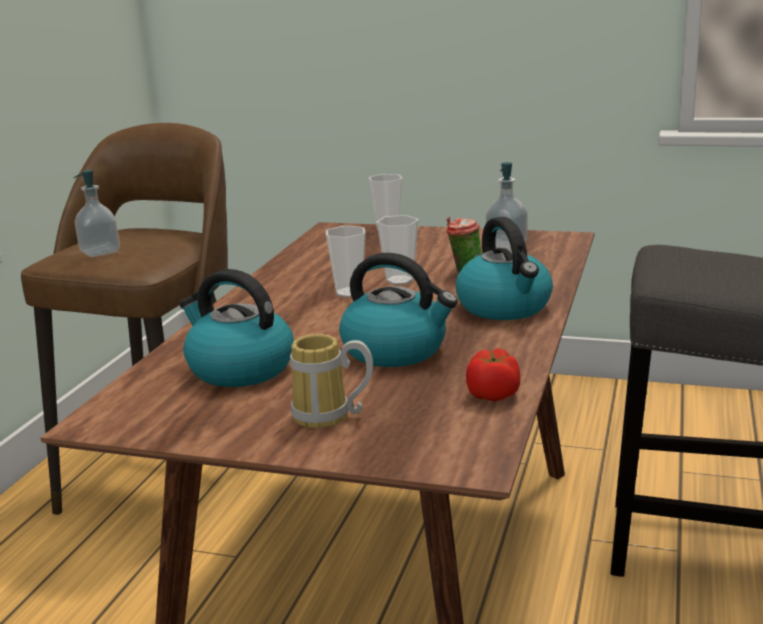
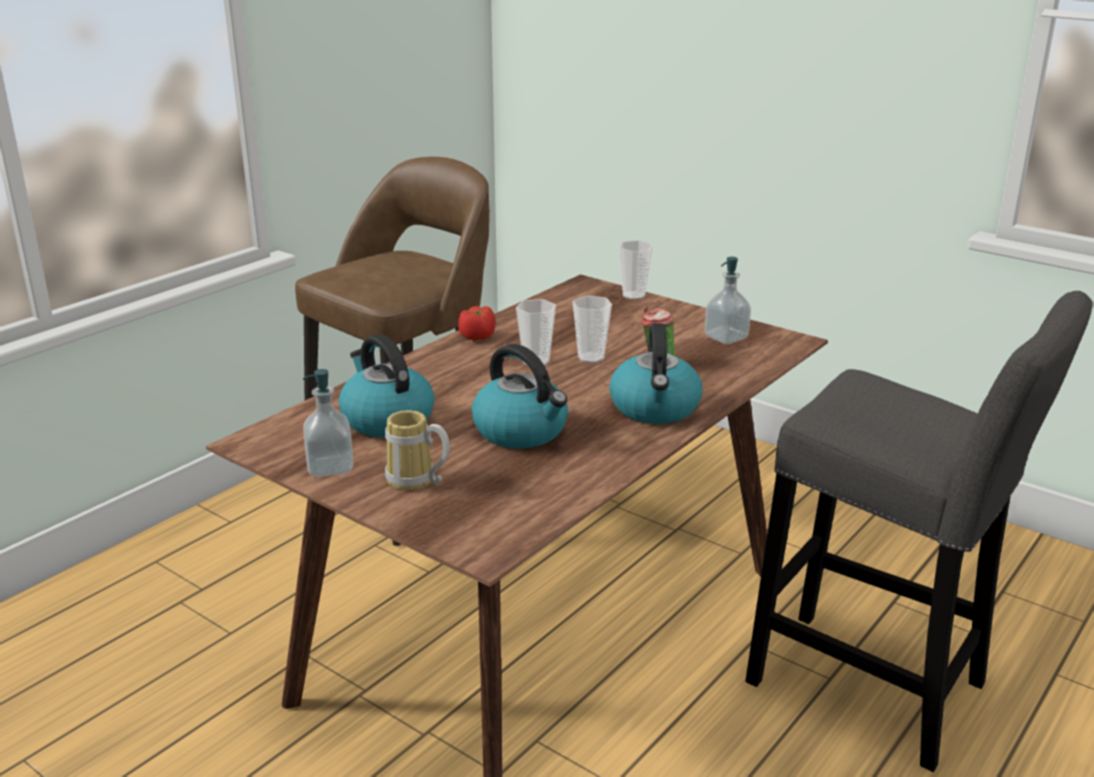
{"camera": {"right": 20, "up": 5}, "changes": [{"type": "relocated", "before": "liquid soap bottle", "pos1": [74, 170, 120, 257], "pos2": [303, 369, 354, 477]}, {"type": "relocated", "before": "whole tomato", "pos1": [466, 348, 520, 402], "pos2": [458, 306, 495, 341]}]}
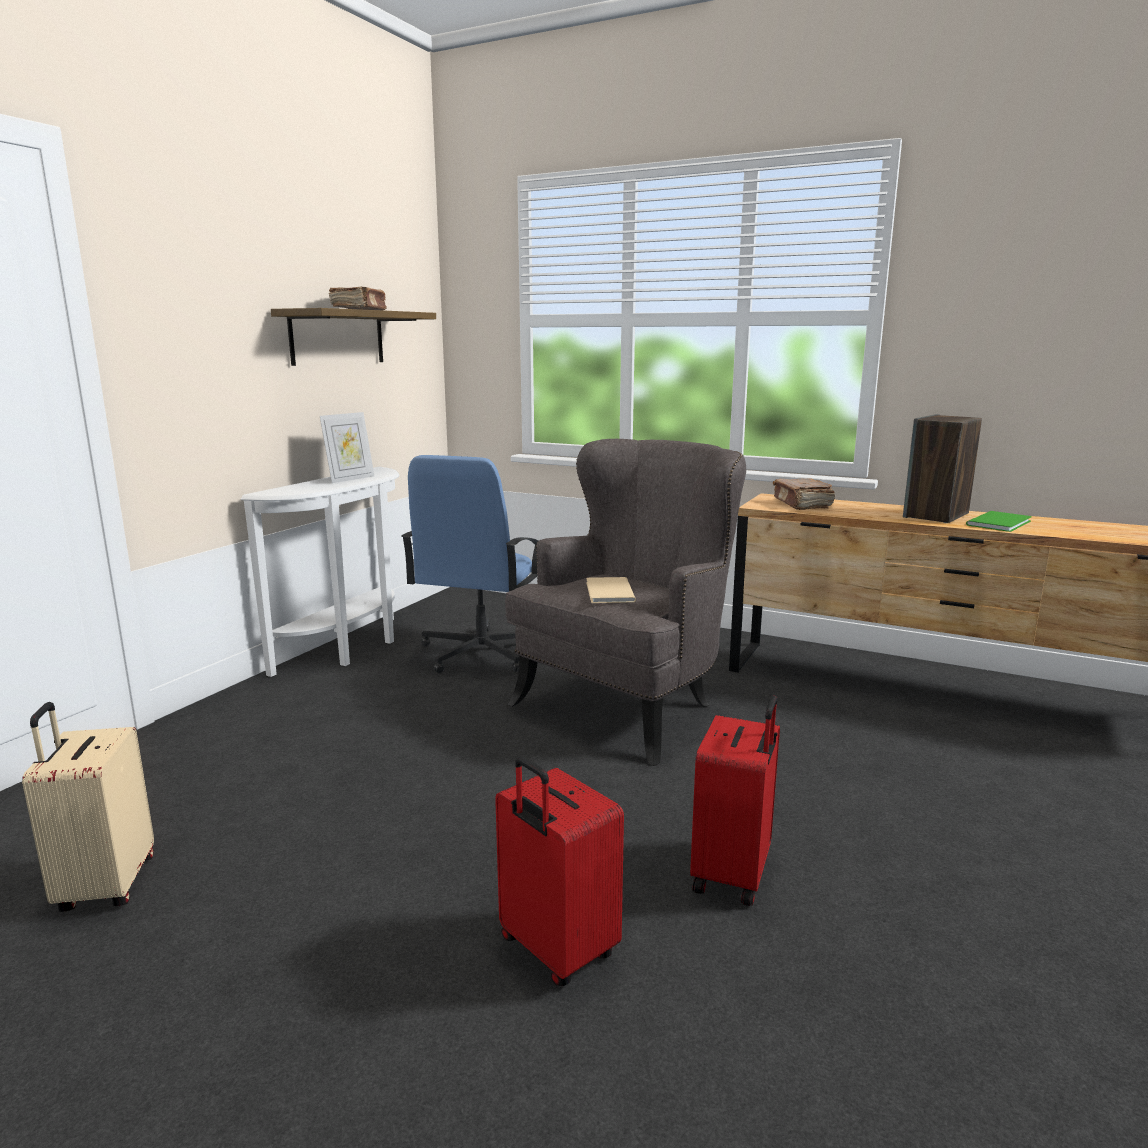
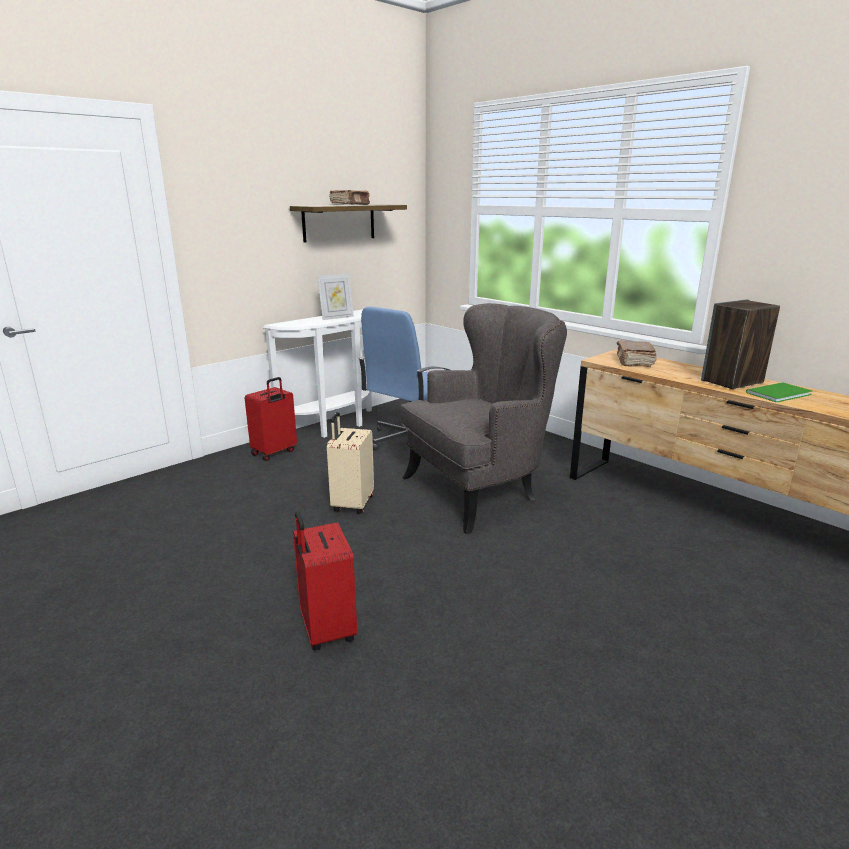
{"camera": {"right": 20, "up": 5}, "changes": [{"type": "missing", "before": "bound book in sand-coloured", "pos1": [586, 577, 636, 603]}, {"type": "relocated", "before": "suitcase in reddish", "pos1": [690, 696, 780, 906], "pos2": [245, 377, 297, 461]}, {"type": "relocated", "before": "suitcase in sand-coloured", "pos1": [22, 702, 154, 912], "pos2": [327, 412, 374, 514]}]}
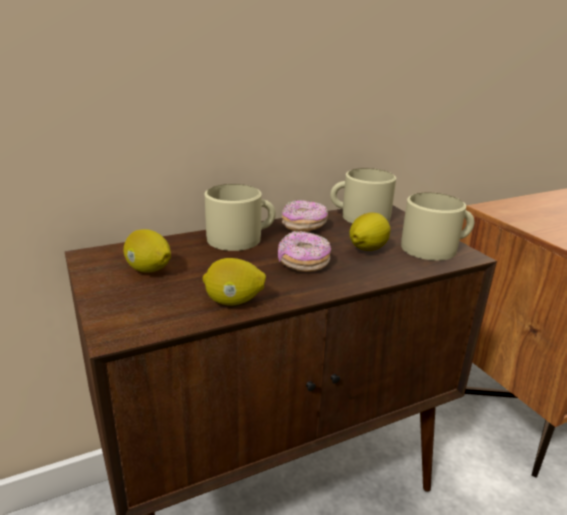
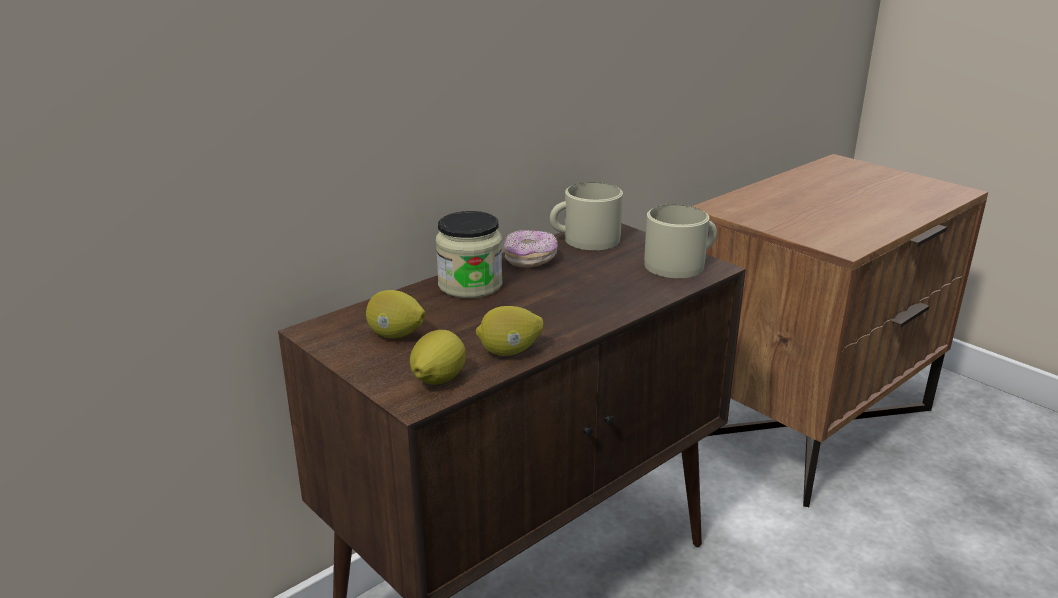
{"camera": {"right": -15, "up": 0}, "changes": [{"type": "exchanged", "before": "mug in sand-coloured", "after": "storage jar", "pos1": [205, 184, 276, 251], "pos2": [436, 211, 502, 298]}, {"type": "relocated", "before": "whole lemon", "pos1": [350, 213, 391, 251], "pos2": [410, 330, 465, 384]}, {"type": "missing", "before": "donut", "pos1": [278, 231, 331, 272]}]}
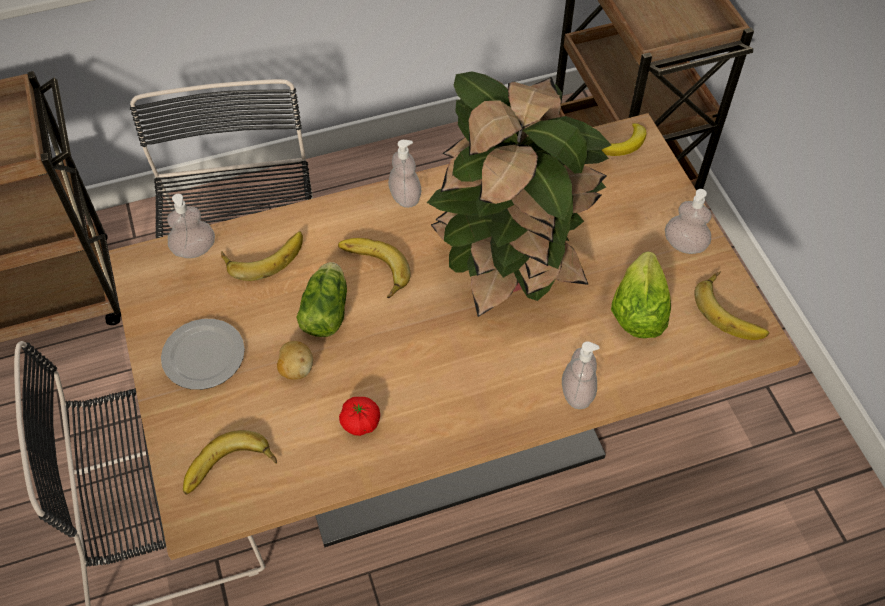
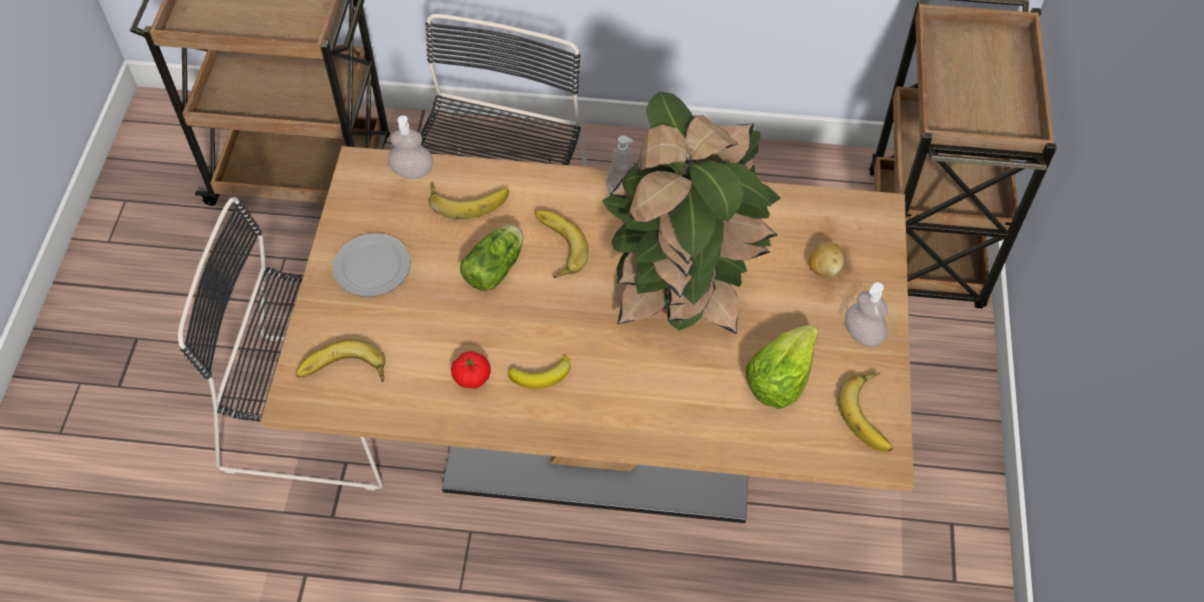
{"camera": {"right": 25, "up": 0}, "changes": [{"type": "relocated", "before": "banana fruit", "pos1": [602, 123, 646, 156], "pos2": [508, 355, 571, 389]}, {"type": "relocated", "before": "spud", "pos1": [277, 341, 313, 380], "pos2": [809, 241, 845, 277]}, {"type": "missing", "before": "liquid soap bottle", "pos1": [562, 341, 600, 409]}]}
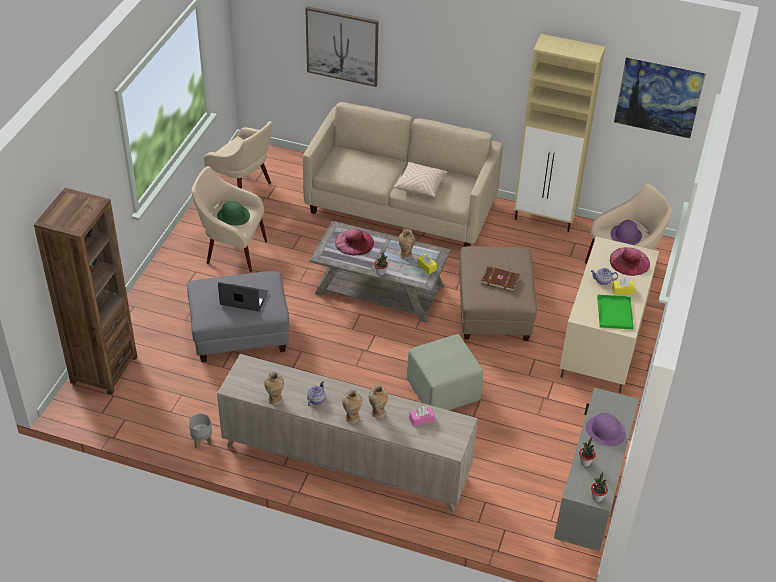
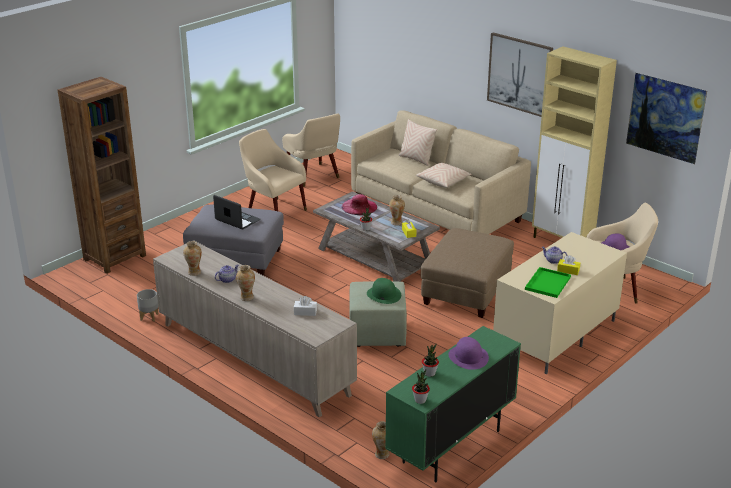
{"camera": {"right": 25, "up": -15}, "changes": [{"type": "relocated", "before": "picture", "pos1": [305, 6, 379, 87], "pos2": [487, 33, 553, 117]}, {"type": "relocated", "before": "hat in green", "pos1": [217, 201, 250, 226], "pos2": [367, 278, 401, 304]}, {"type": "missing", "before": "hat in pink", "pos1": [610, 247, 650, 276]}, {"type": "missing", "before": "bound book in brown-coloured", "pos1": [481, 266, 520, 292]}, {"type": "relocated", "before": "vase", "pos1": [368, 385, 388, 419], "pos2": [372, 421, 390, 459]}, {"type": "colour", "before": "cupboard in gray", "after": "cupboard in green", "pos1": [554, 387, 639, 552], "pos2": [385, 326, 521, 482]}, {"type": "colour", "before": "tissue box in pink", "after": "tissue box in whitish", "pos1": [409, 406, 435, 427], "pos2": [294, 296, 317, 316]}, {"type": "appeared", "after": "pillow in sand-coloured", "pos2": [399, 119, 437, 166]}]}
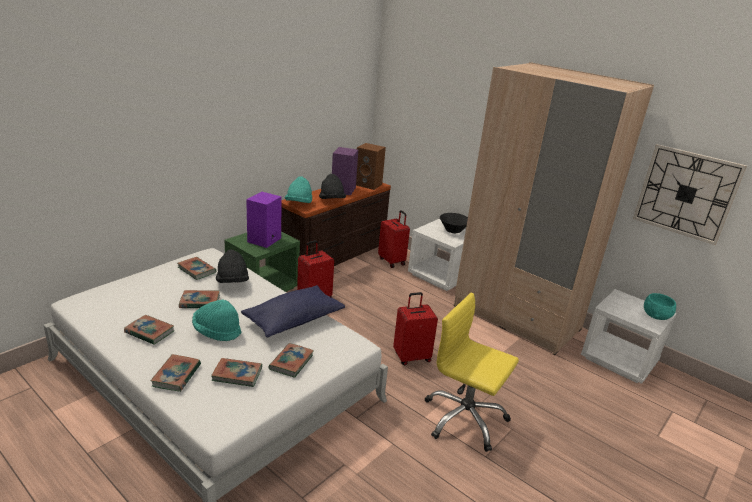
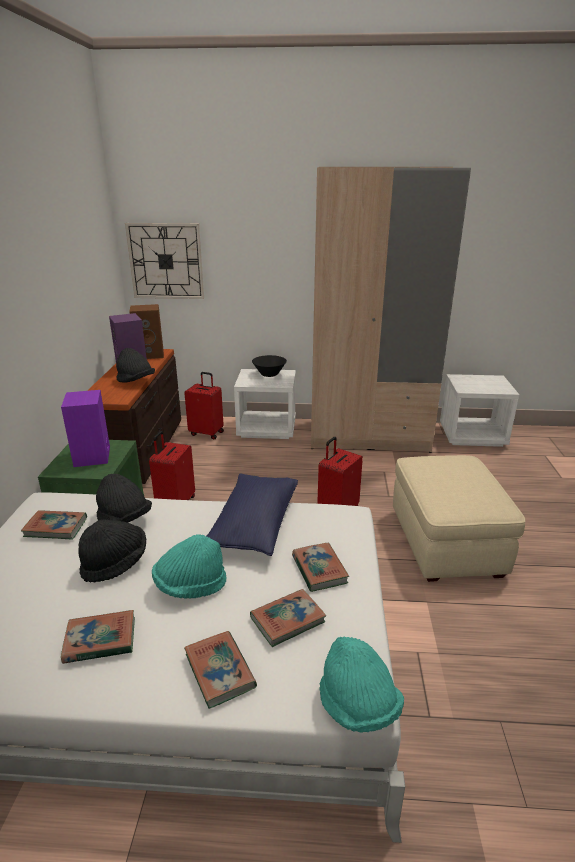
{"camera": {"right": -35, "up": 0}, "changes": [{"type": "relocated", "before": "clock on the wall", "pos1": [633, 144, 747, 245], "pos2": [125, 223, 204, 299]}, {"type": "relocated", "before": "hat in turquoise", "pos1": [285, 176, 312, 203], "pos2": [320, 636, 404, 733]}, {"type": "exchanged", "before": "bound book", "after": "hat in black", "pos1": [179, 290, 220, 308], "pos2": [78, 519, 146, 583]}, {"type": "exchanged", "before": "office chair in yellowish", "after": "pouffe in sand-coloured", "pos1": [425, 292, 519, 452], "pos2": [393, 455, 526, 582]}, {"type": "missing", "before": "deep dish in turquoise", "pos1": [644, 293, 676, 320]}]}
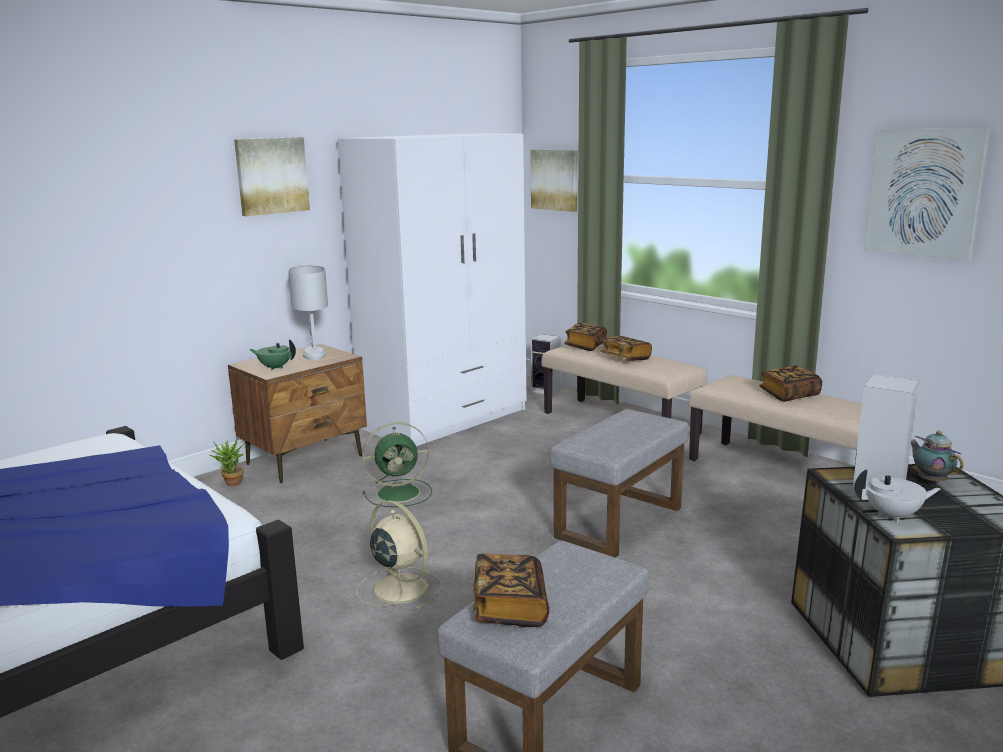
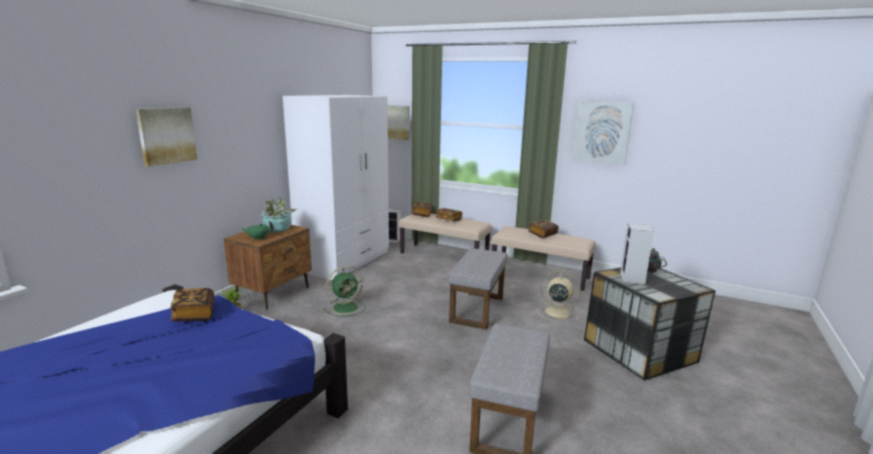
{"camera": {"right": -20, "up": 0}, "changes": [{"type": "relocated", "before": "picture", "pos1": [234, 137, 310, 216], "pos2": [135, 107, 197, 167]}, {"type": "exchanged", "before": "tabletop lamp in whitish", "after": "potted plant", "pos1": [288, 265, 328, 360], "pos2": [259, 197, 297, 233]}, {"type": "missing", "before": "pot for tea in whitish", "pos1": [855, 469, 941, 522]}, {"type": "relocated", "before": "electric fan in sand-coloured", "pos1": [356, 500, 442, 611], "pos2": [537, 271, 581, 320]}, {"type": "relocated", "before": "bound book", "pos1": [473, 553, 549, 627], "pos2": [170, 288, 214, 321]}]}
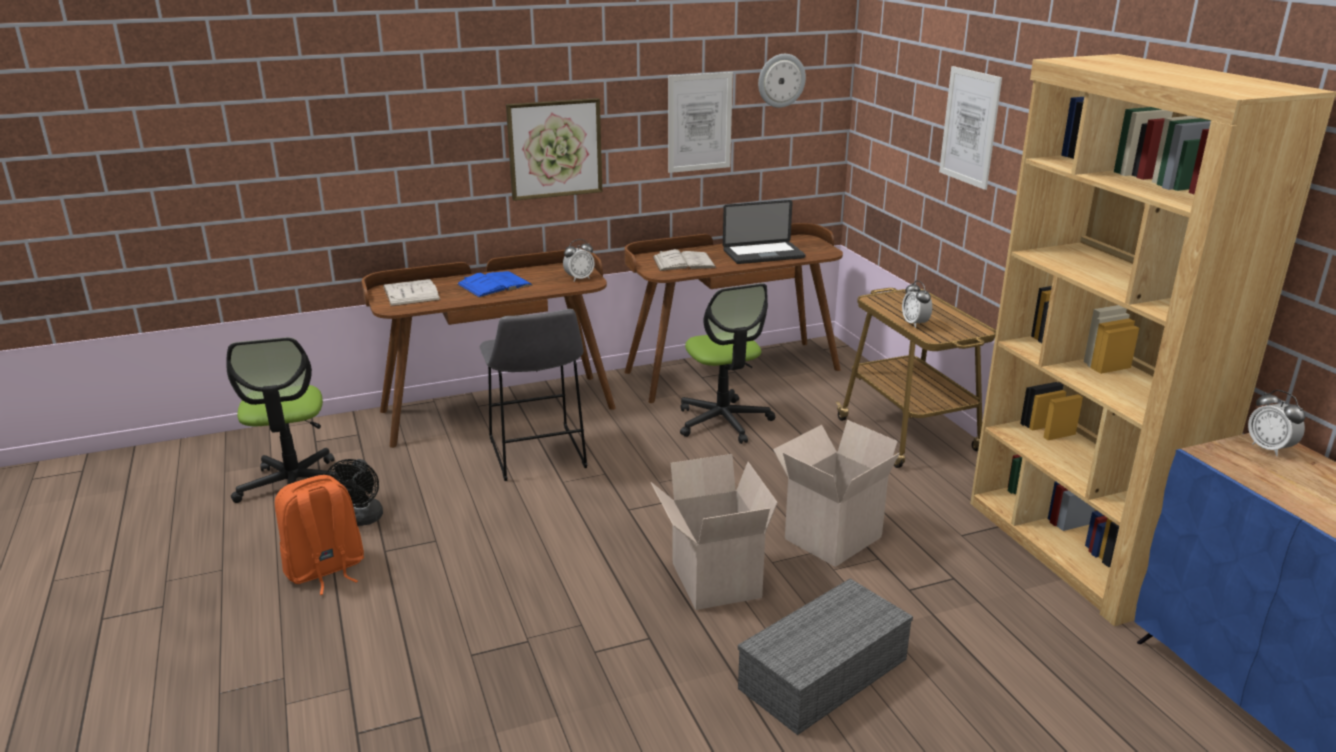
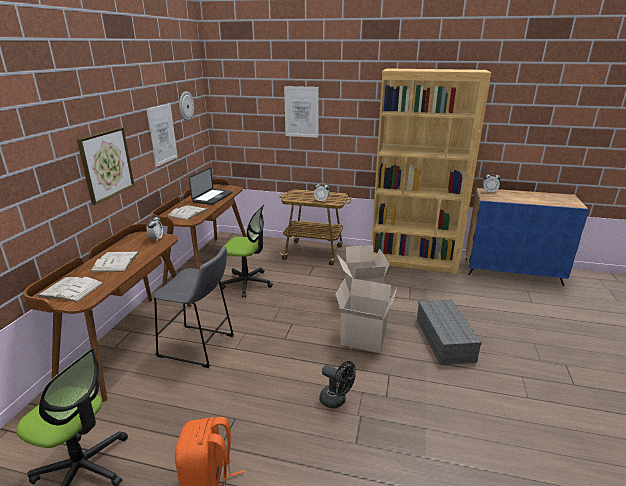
{"camera": {"right": -55, "up": 0}, "changes": [{"type": "colour", "before": "bound book in blue-coloured", "after": "bound book in whitish", "pos1": [457, 271, 533, 298], "pos2": [91, 252, 140, 272]}, {"type": "relocated", "before": "electric fan in black", "pos1": [326, 459, 383, 526], "pos2": [319, 361, 356, 409]}]}
